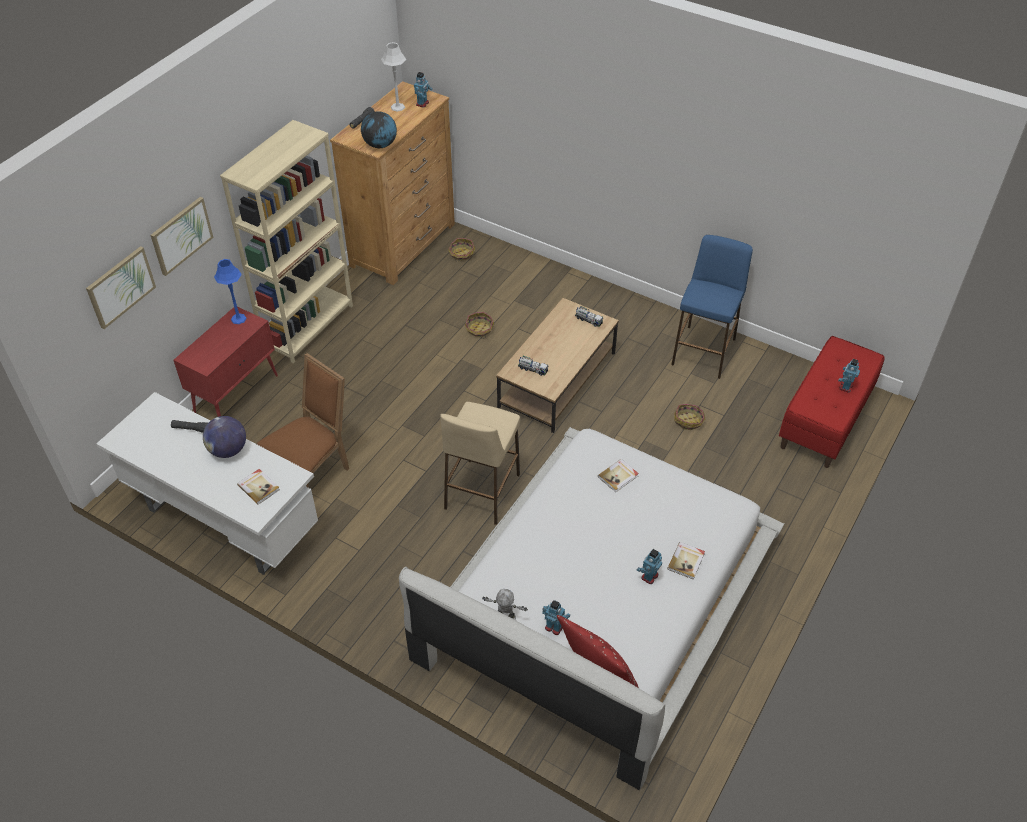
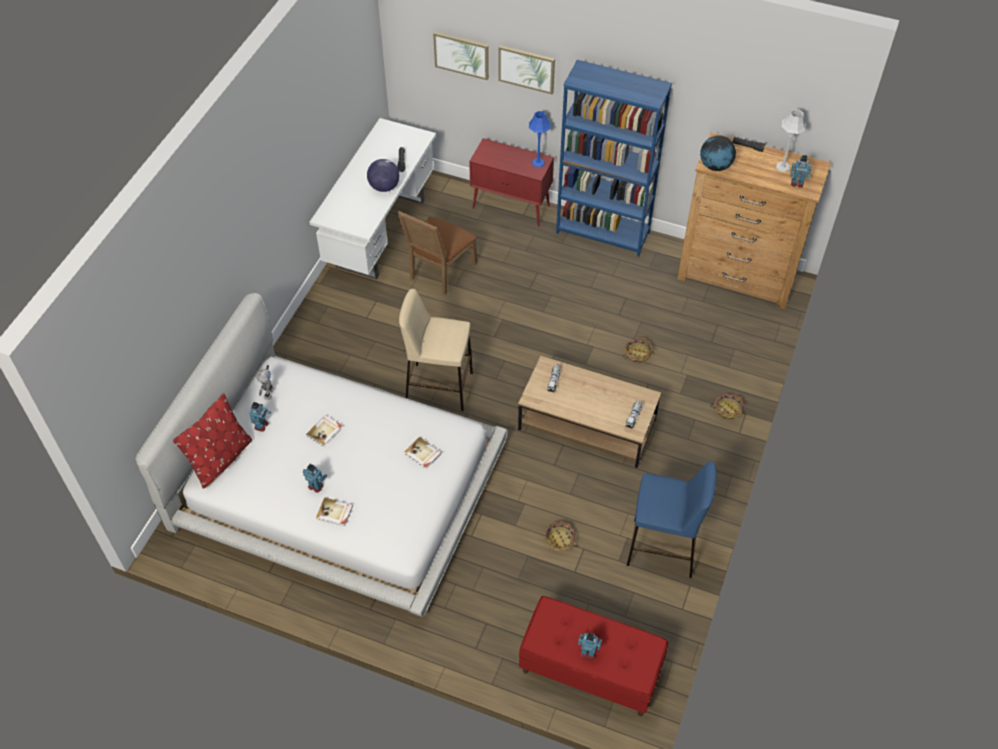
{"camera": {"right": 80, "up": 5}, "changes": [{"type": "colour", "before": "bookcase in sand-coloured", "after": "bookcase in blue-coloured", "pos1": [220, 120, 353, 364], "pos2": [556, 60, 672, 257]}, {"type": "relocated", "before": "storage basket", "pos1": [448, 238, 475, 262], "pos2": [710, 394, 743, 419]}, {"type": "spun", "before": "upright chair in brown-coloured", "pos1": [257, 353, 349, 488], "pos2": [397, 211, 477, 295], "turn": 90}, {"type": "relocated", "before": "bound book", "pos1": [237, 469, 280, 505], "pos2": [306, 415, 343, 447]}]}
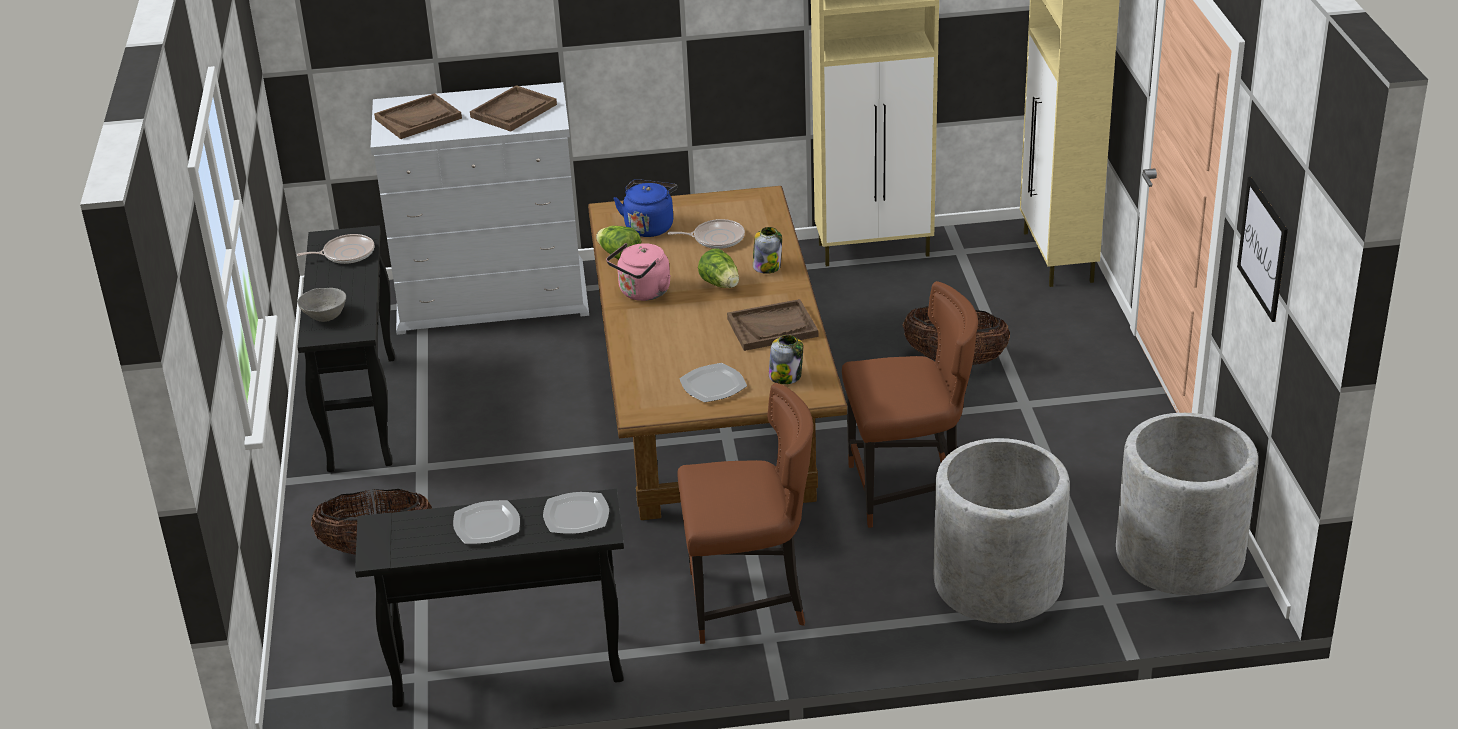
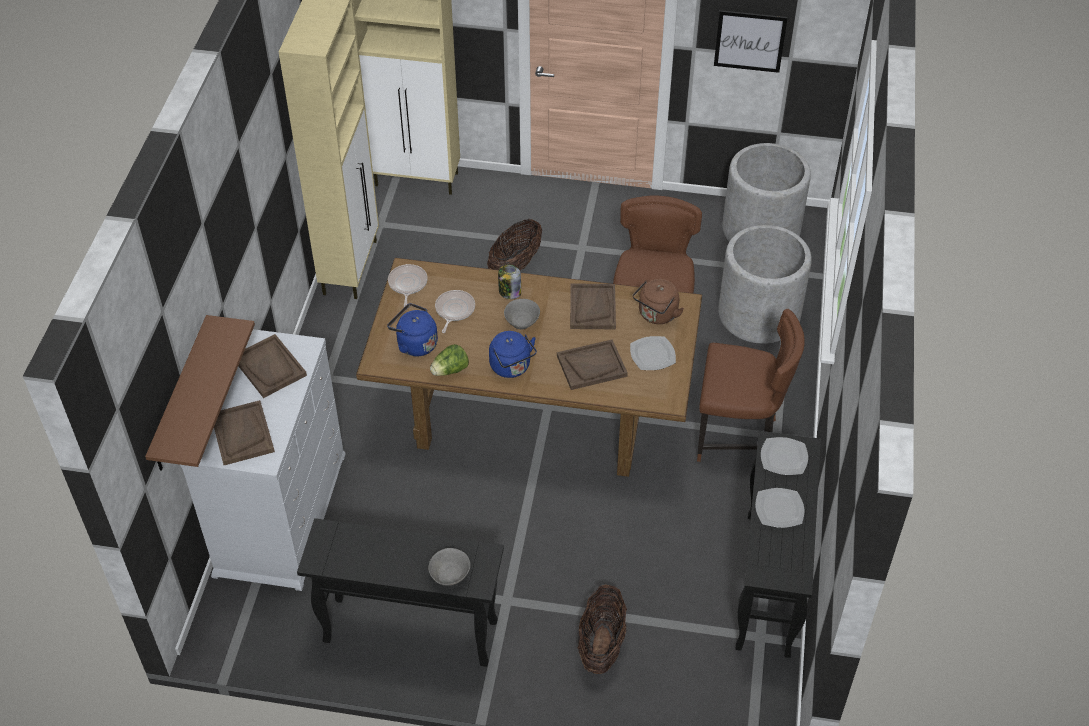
{"camera": {"right": -75, "up": 15}, "changes": [{"type": "relocated", "before": "skillet", "pos1": [297, 234, 374, 264], "pos2": [388, 264, 428, 307]}, {"type": "colour", "before": "tea kettle in pink", "after": "tea kettle in blue-coloured", "pos1": [606, 243, 671, 301], "pos2": [489, 331, 537, 378]}, {"type": "exchanged", "before": "head of lettuce", "after": "deep dish in gray", "pos1": [698, 248, 739, 288], "pos2": [504, 299, 540, 329]}, {"type": "exchanged", "before": "storage jar", "after": "tea kettle in brown-coloured", "pos1": [769, 335, 803, 384], "pos2": [633, 279, 684, 324]}, {"type": "spun", "before": "upright chair in brown-coloured", "pos1": [677, 383, 813, 644], "pos2": [697, 309, 805, 462], "turn": 90}, {"type": "appeared", "after": "shelf in brown-coloured", "pos2": [145, 315, 255, 471]}, {"type": "appeared", "after": "tray in brown-coloured", "pos2": [557, 340, 628, 390]}]}
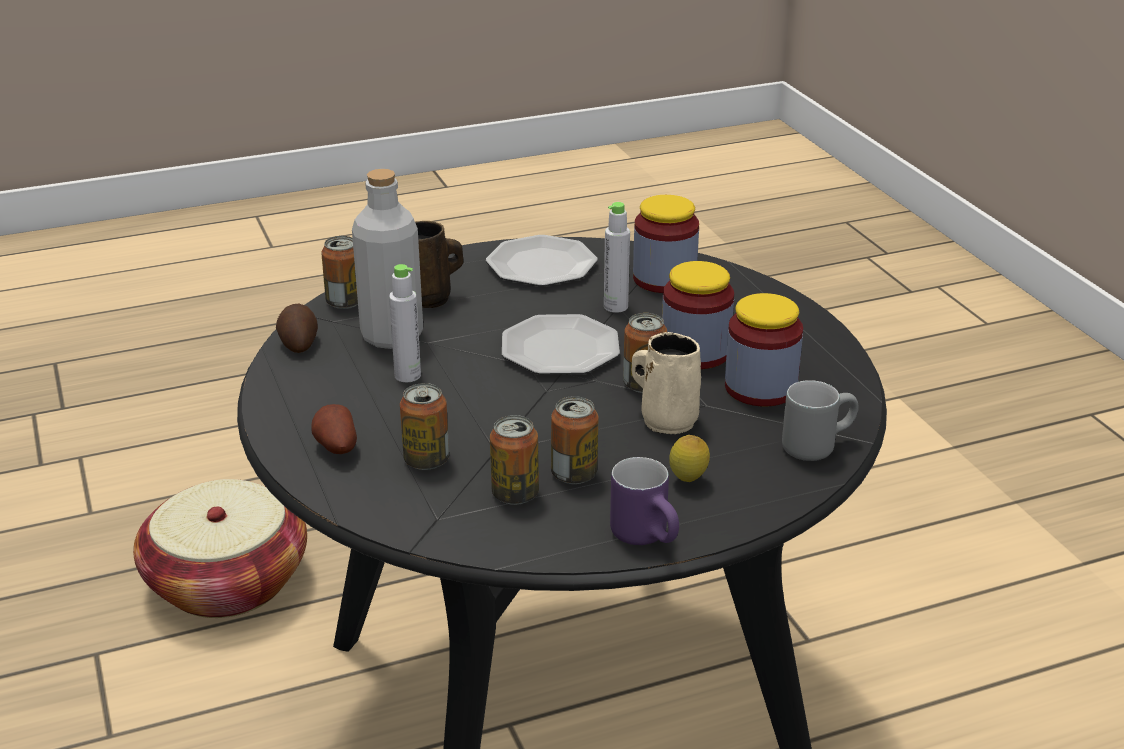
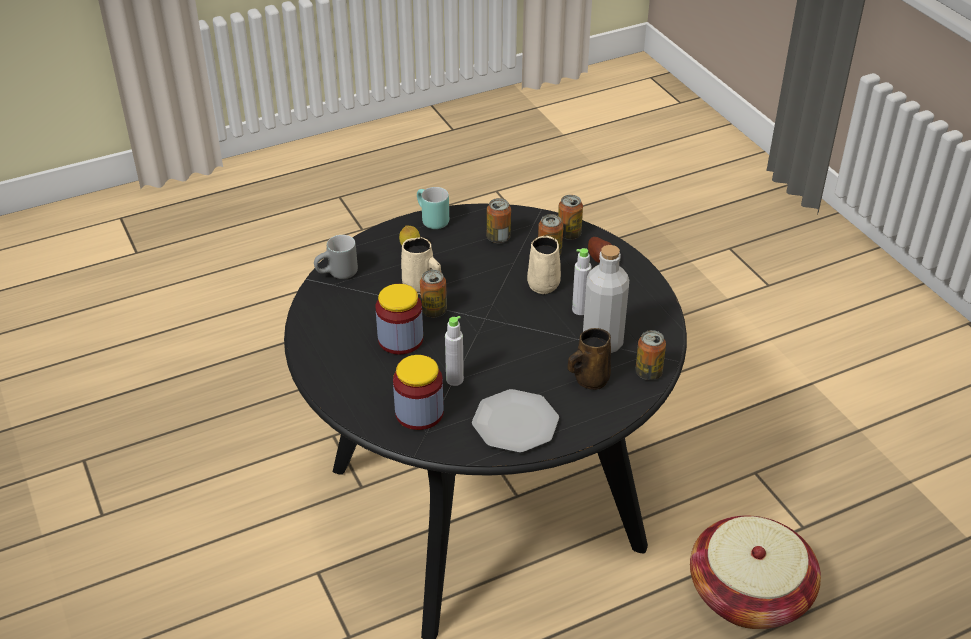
{"camera": {"right": 175, "up": 10}, "changes": [{"type": "missing", "before": "storage jar", "pos1": [725, 293, 803, 407]}, {"type": "missing", "before": "spud", "pos1": [276, 304, 318, 353]}, {"type": "missing", "before": "plate", "pos1": [502, 314, 620, 375]}, {"type": "relocated", "before": "metal can", "pos1": [551, 396, 599, 484], "pos2": [558, 195, 583, 240]}, {"type": "colour", "before": "mug in purple-coloured", "after": "mug in turquoise", "pos1": [610, 457, 679, 545], "pos2": [417, 187, 449, 229]}, {"type": "appeared", "after": "mug in sand-coloured", "pos2": [527, 236, 561, 294]}]}
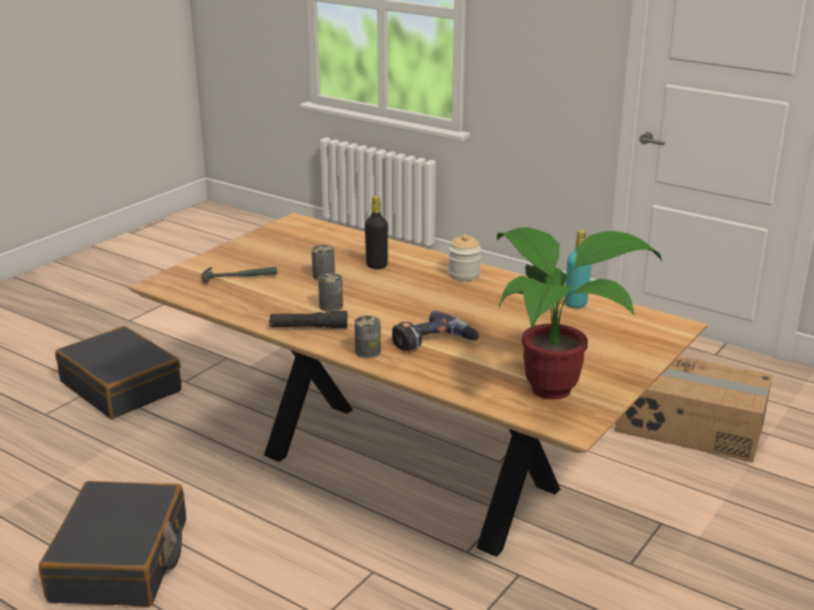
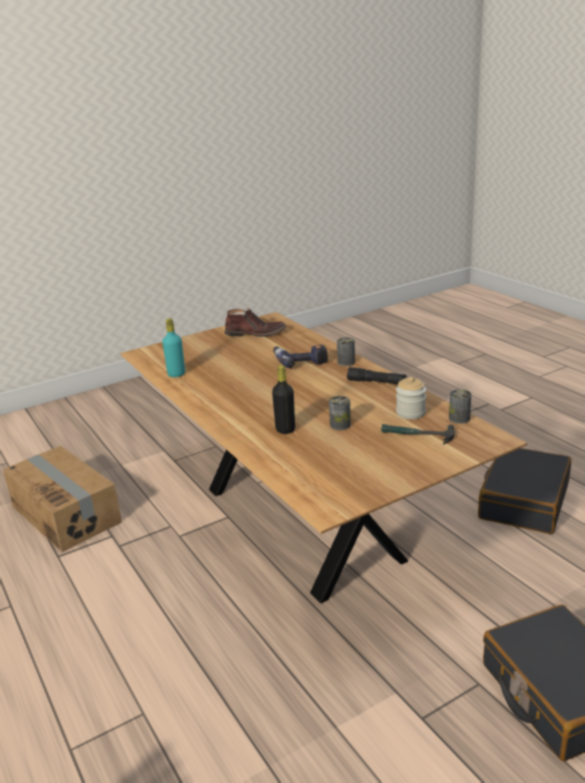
{"camera": {"right": -155, "up": 0}, "changes": [{"type": "exchanged", "before": "potted plant", "after": "tall boot in brown-coloured", "pos1": [497, 227, 662, 400], "pos2": [225, 308, 286, 337]}, {"type": "relocated", "before": "storage jar", "pos1": [448, 234, 481, 281], "pos2": [396, 377, 426, 419]}, {"type": "relocated", "before": "metal can", "pos1": [318, 273, 343, 312], "pos2": [449, 389, 471, 424]}]}
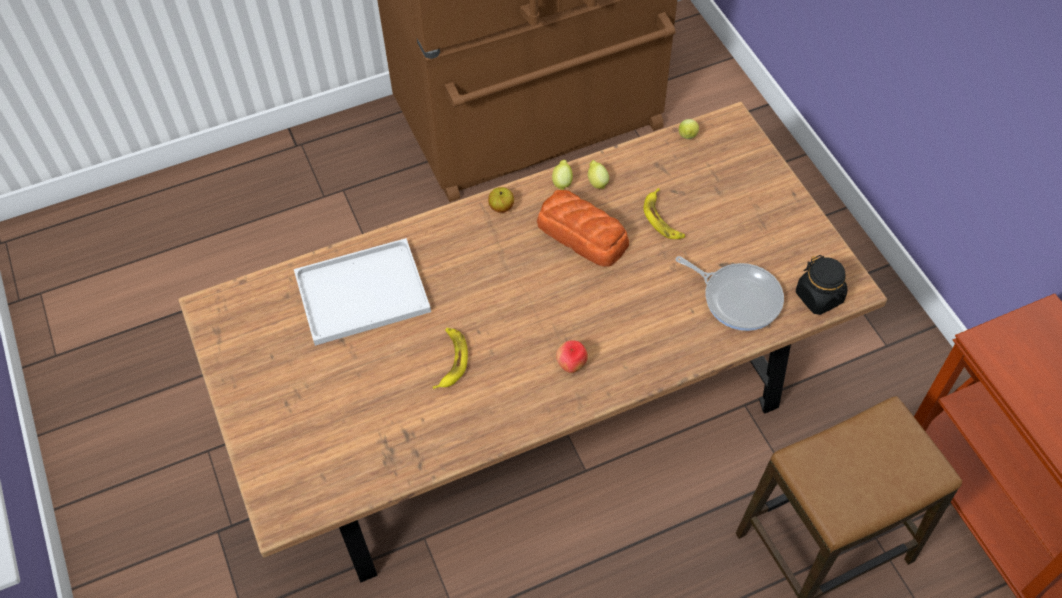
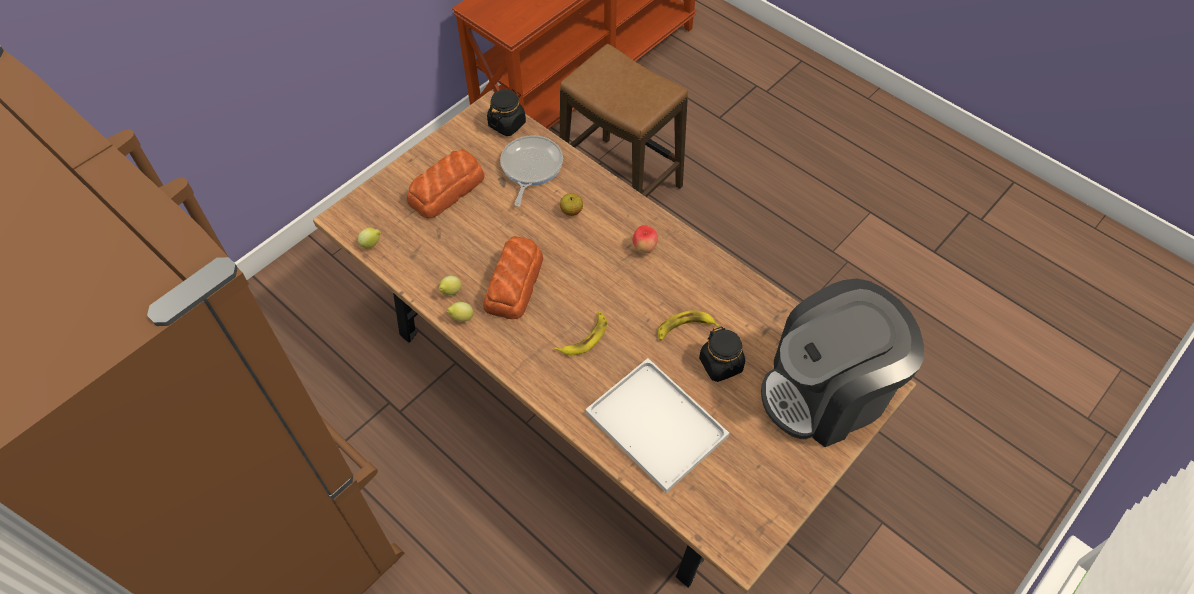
{"camera": {"right": -115, "up": 0}, "changes": [{"type": "relocated", "before": "apple fruit", "pos1": [488, 187, 514, 213], "pos2": [560, 193, 583, 216]}, {"type": "relocated", "before": "banana fruit", "pos1": [644, 188, 685, 239], "pos2": [554, 311, 607, 355]}, {"type": "appeared", "after": "bakery bread", "pos2": [407, 149, 485, 218]}, {"type": "appeared", "after": "coffee machine", "pos2": [761, 278, 924, 447]}, {"type": "appeared", "after": "storage jar in black", "pos2": [699, 327, 745, 382]}]}
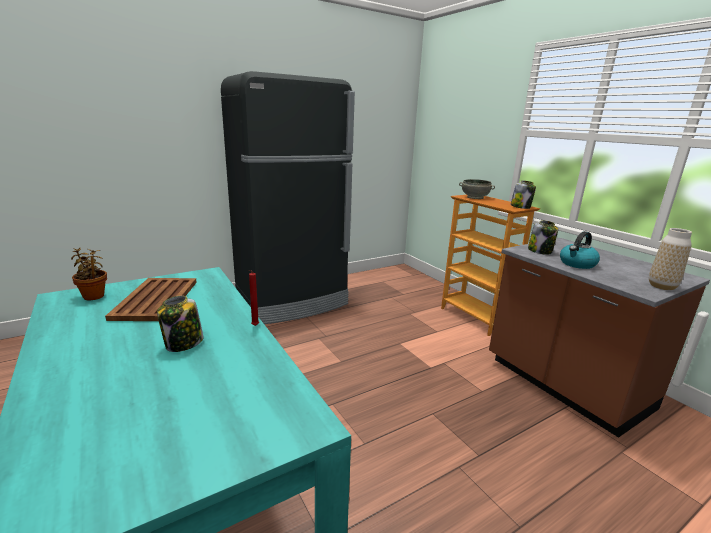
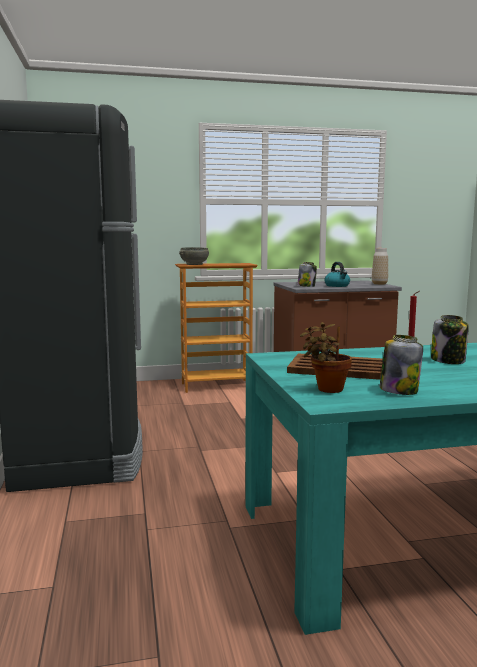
{"camera": {"right": -70, "up": -10}, "changes": [{"type": "relocated", "before": "storage jar", "pos1": [510, 180, 536, 209], "pos2": [380, 335, 423, 395]}]}
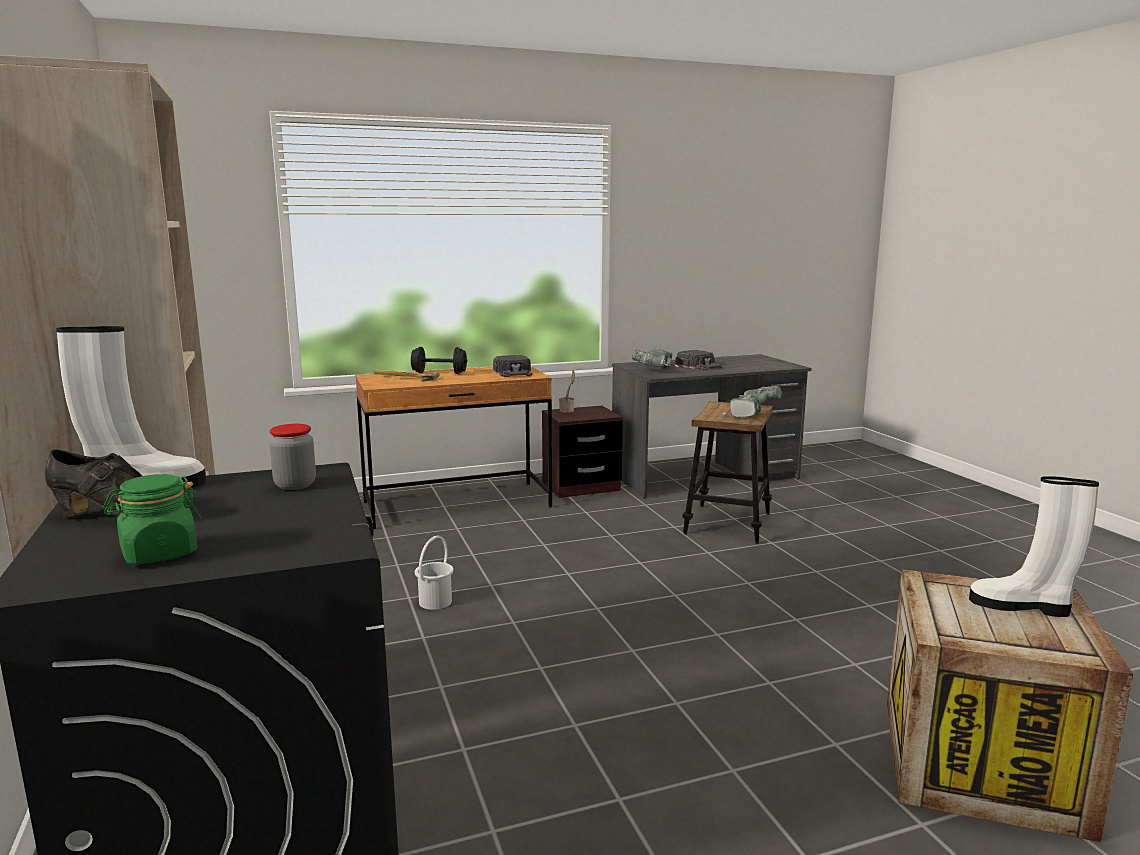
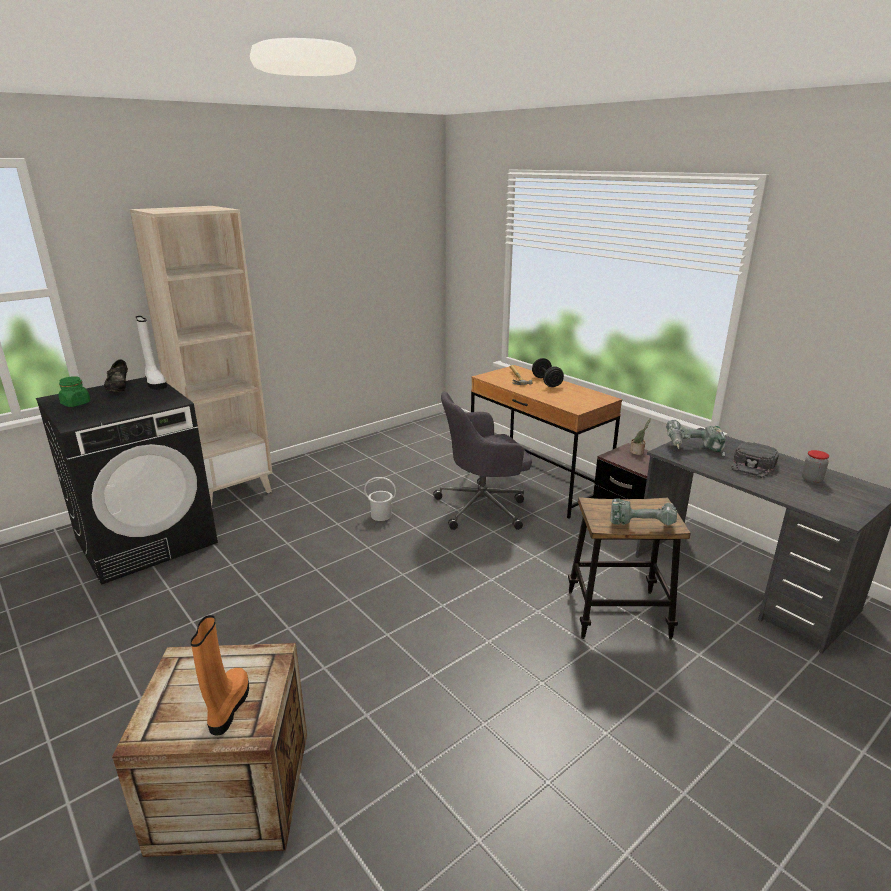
{"camera": {"right": 70, "up": 10}, "changes": [{"type": "missing", "before": "baseball cap in black", "pos1": [493, 355, 532, 377]}, {"type": "relocated", "before": "storage jar", "pos1": [269, 424, 316, 490], "pos2": [802, 450, 829, 483]}, {"type": "colour", "before": "tall boot in whitish", "after": "tall boot in orange", "pos1": [969, 476, 1099, 617], "pos2": [191, 615, 249, 735]}, {"type": "appeared", "after": "office chair in gray", "pos2": [433, 392, 532, 530]}]}
